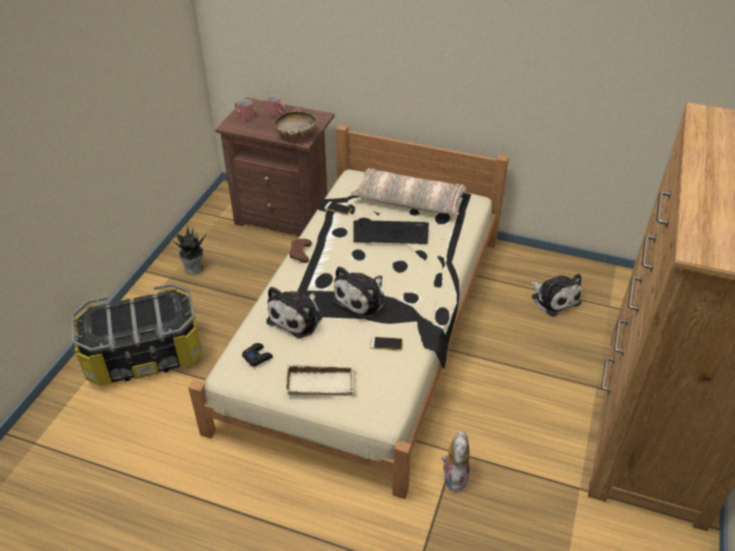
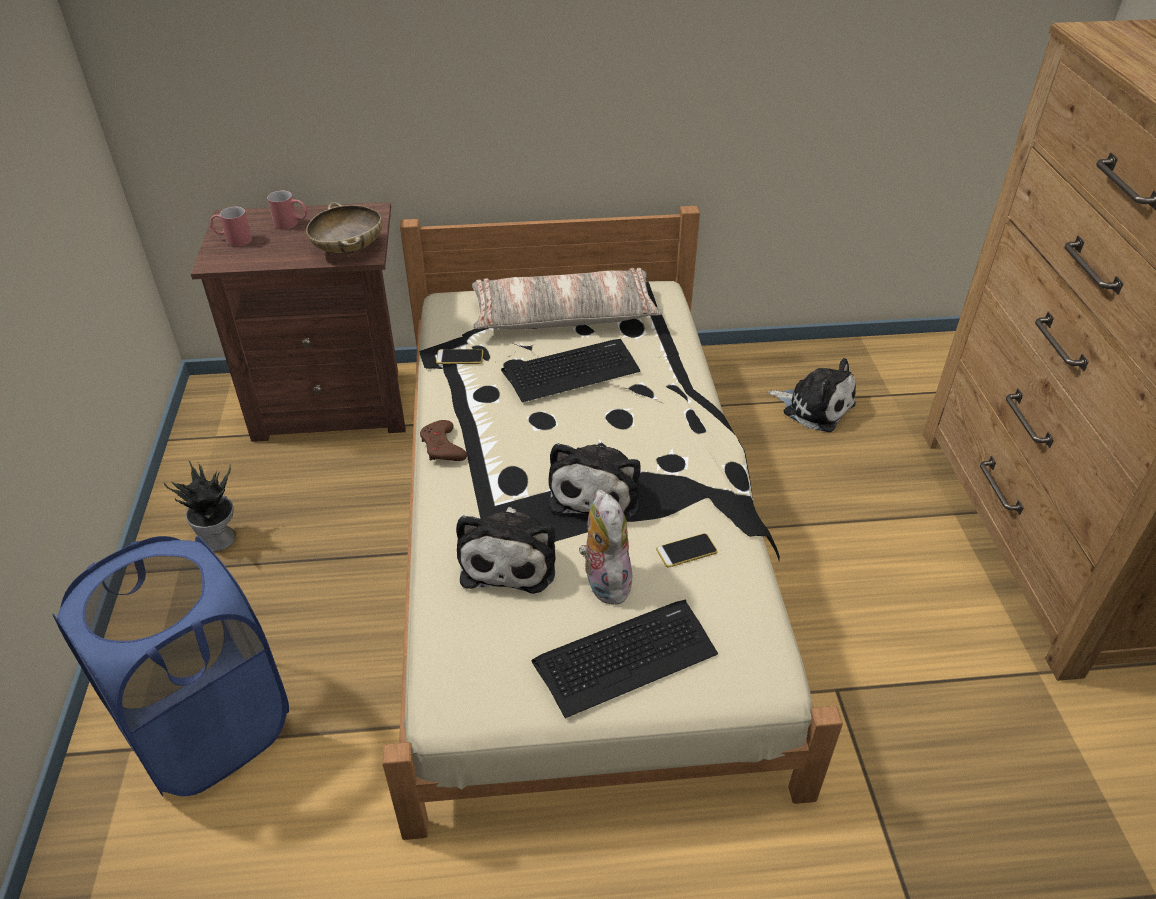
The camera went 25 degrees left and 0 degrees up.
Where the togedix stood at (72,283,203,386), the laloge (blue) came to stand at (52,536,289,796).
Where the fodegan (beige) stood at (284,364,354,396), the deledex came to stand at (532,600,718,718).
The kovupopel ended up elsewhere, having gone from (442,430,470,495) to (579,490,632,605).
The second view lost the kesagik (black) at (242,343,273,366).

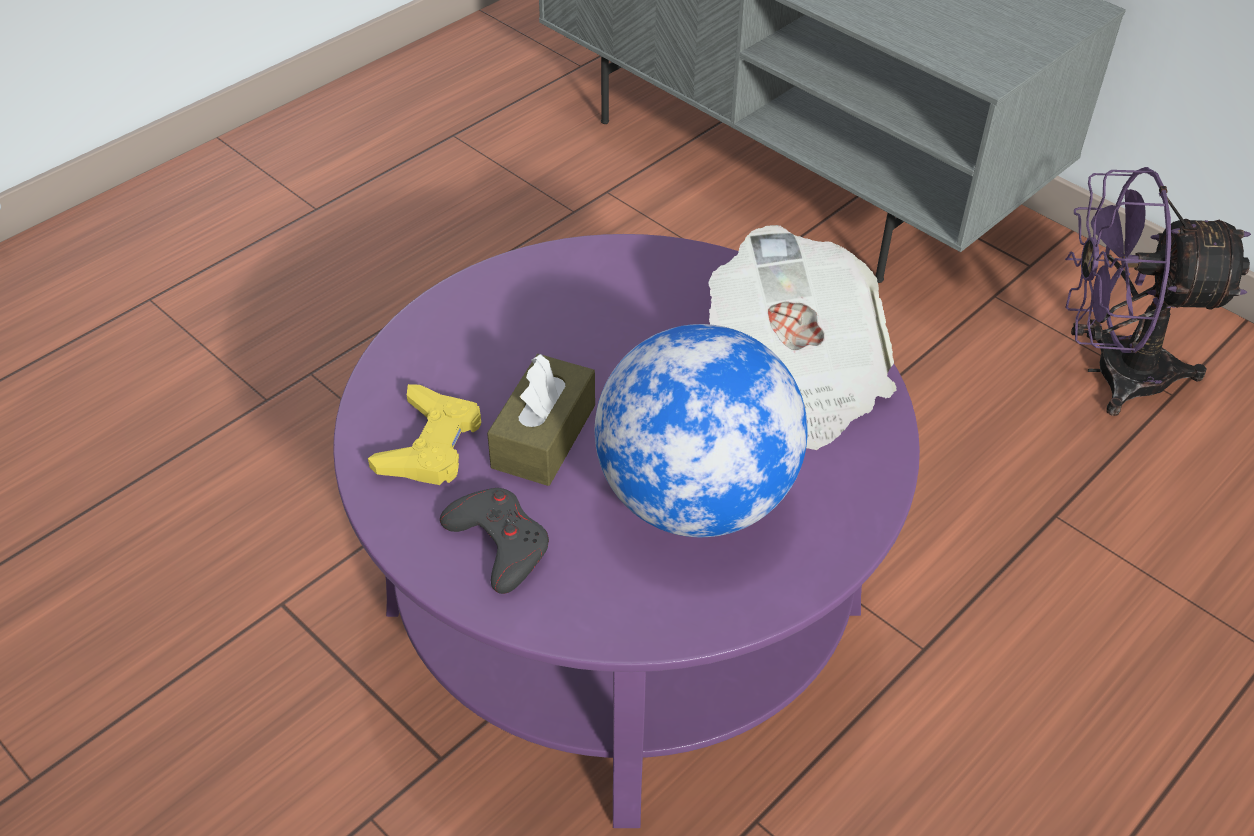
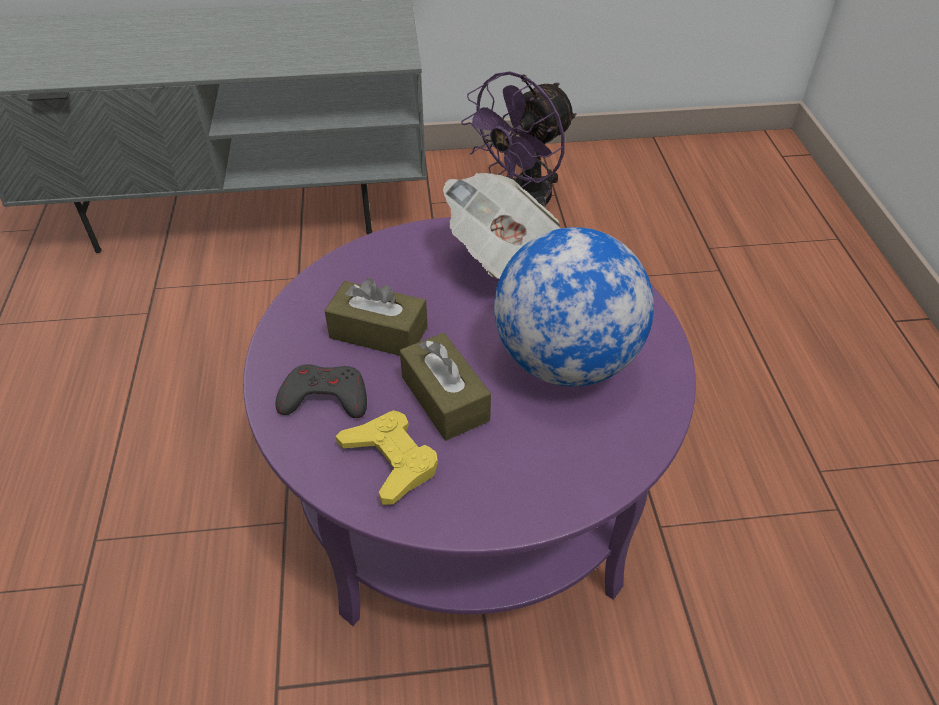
The camera went 50 degrees left and 0 degrees up.
The kesagik (grey) ended up elsewhere, having gone from (440,488,549,594) to (276,364,367,418).
The second view gained the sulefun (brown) at (324,278,428,356).

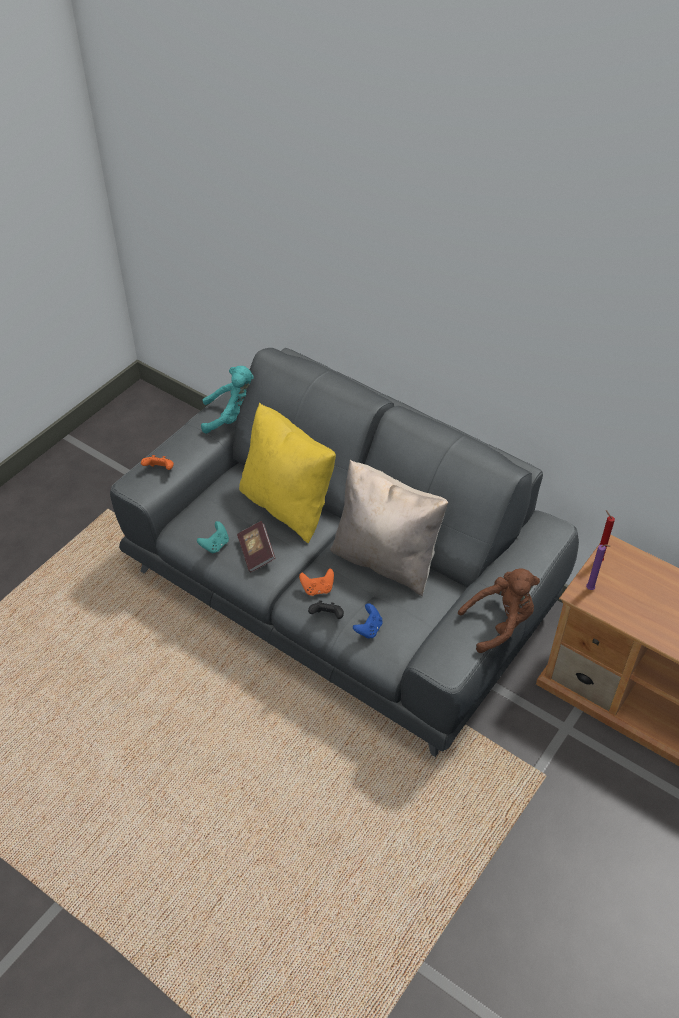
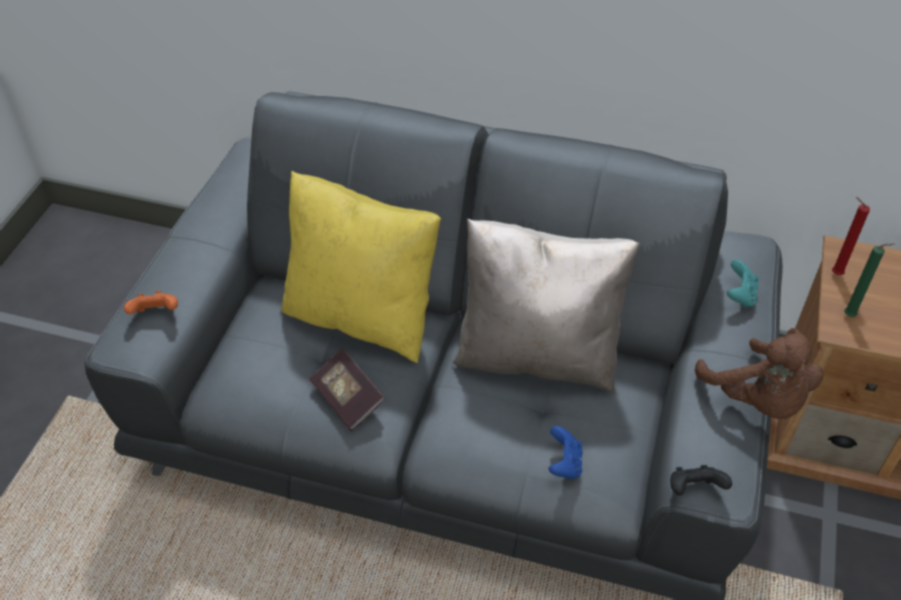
The camera went 20 degrees left and 0 degrees up.
The kesagik (black) ended up elsewhere, having gone from (308,600,344,619) to (670,465,732,495).
The kovupopel (brown) at (458,568,540,653) ended up facing another way, 105 degrees clockwise from before.
The kesagik (turquoise) ended up elsewhere, having gone from (197,521,229,554) to (727,260,759,308).
What was the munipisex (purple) at (586,544,610,590) turned into the munipisex (green) at (844,243,895,317).
The second view lost the kovupopel (turquoise) at (201,366,254,434).
The second view lost the kesagik (orange) at (299,568,334,596).

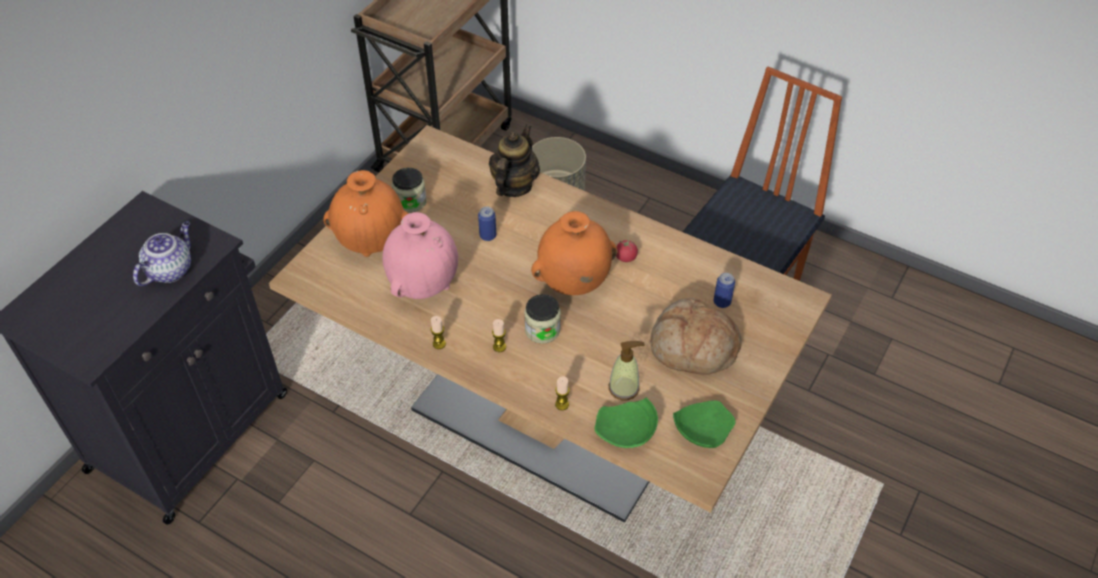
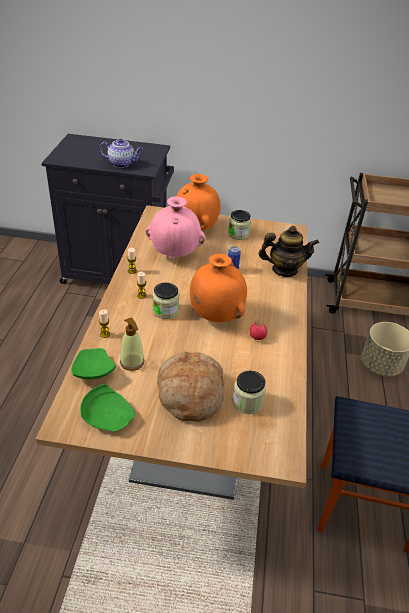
The camera went 65 degrees right and 10 degrees down.
Where the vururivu stood at (714,273,735,308), the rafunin came to stand at (232,371,266,414).

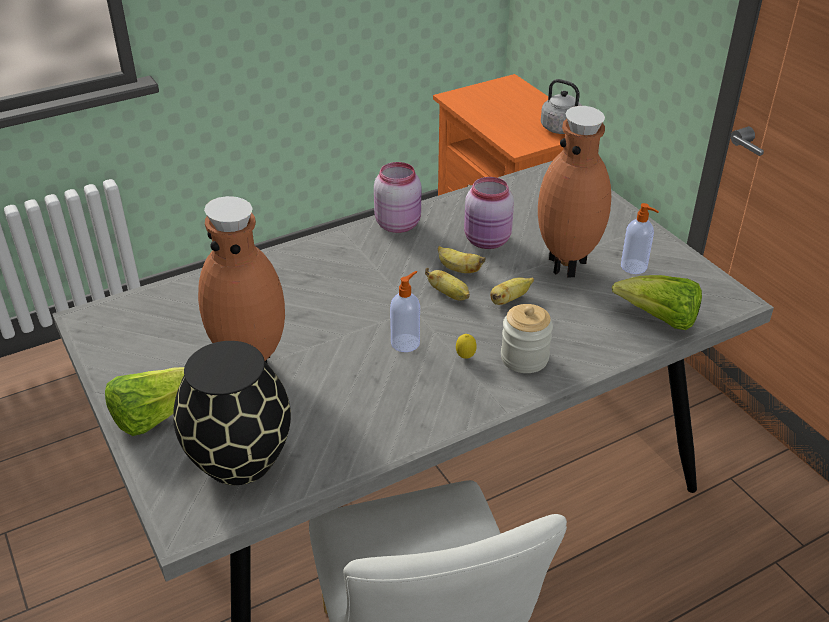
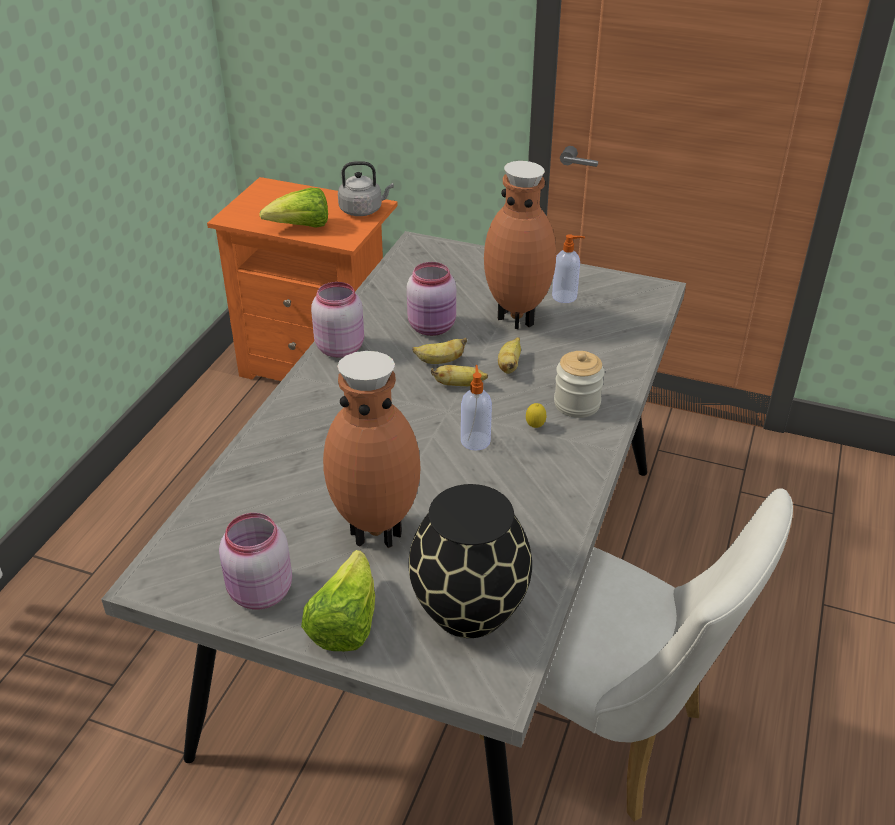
The camera went 40 degrees left and 0 degrees up.
The second view gained the rafunin (pink) at (219,513,292,609).
The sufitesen ended up elsewhere, having gone from (612,275,702,330) to (259,188,328,228).

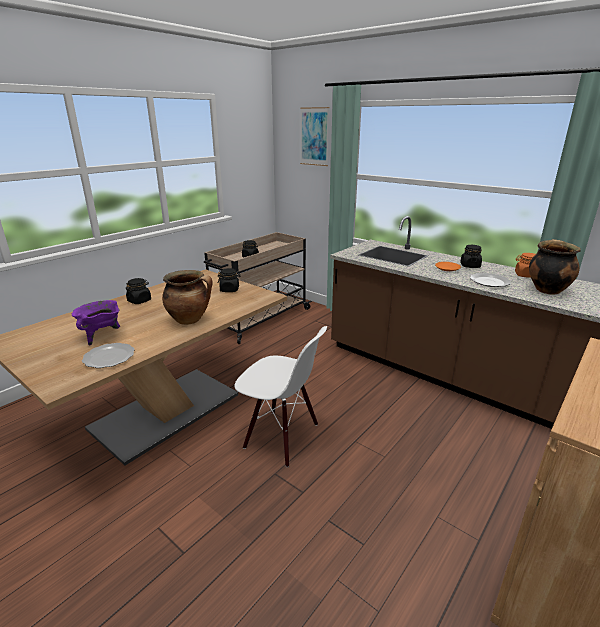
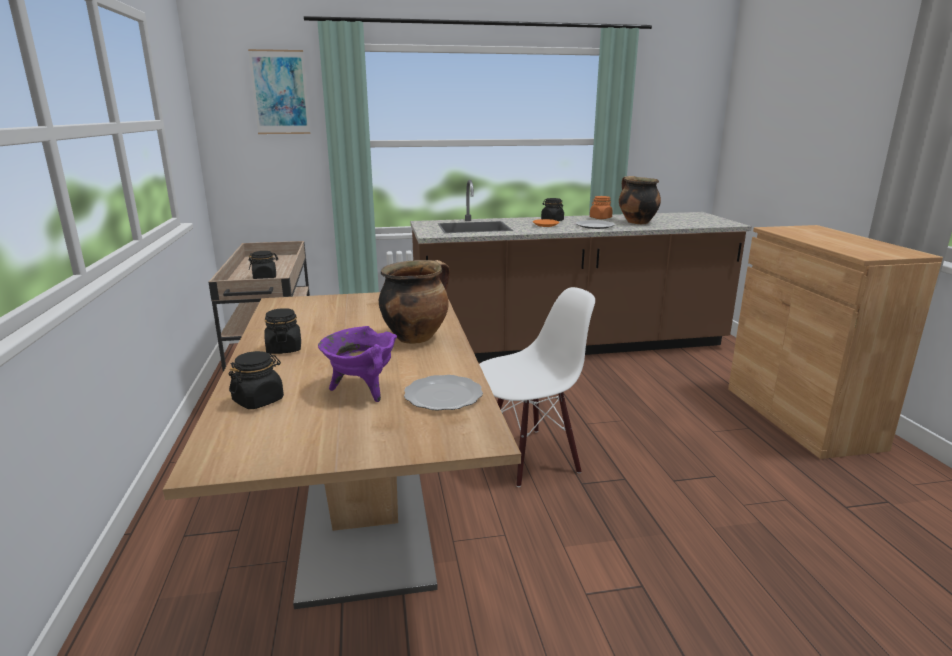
The camera went 50 degrees left and 5 degrees down.
The rafunin (black) ended up elsewhere, having gone from (218,268,241,292) to (228,351,284,409).

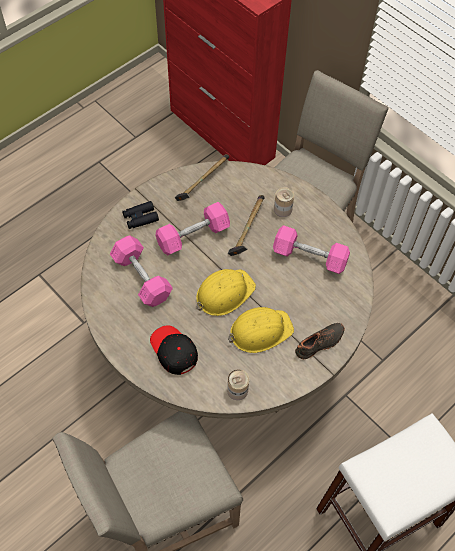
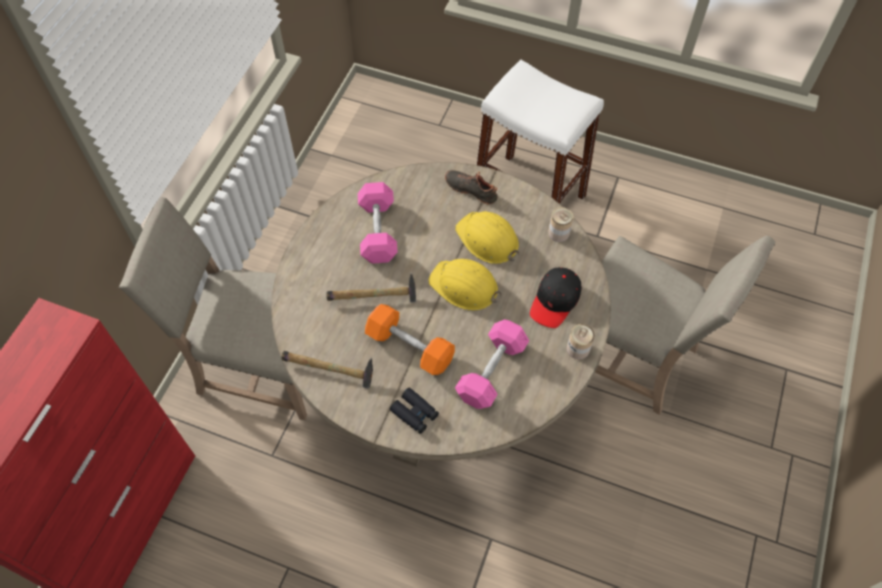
The camera went 115 degrees left and 0 degrees up.
What was the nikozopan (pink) at (155,202,230,255) turned into the nikozopan (orange) at (365,304,455,375).
The vururivu ended up elsewhere, having gone from (274,187,294,217) to (567,324,595,359).

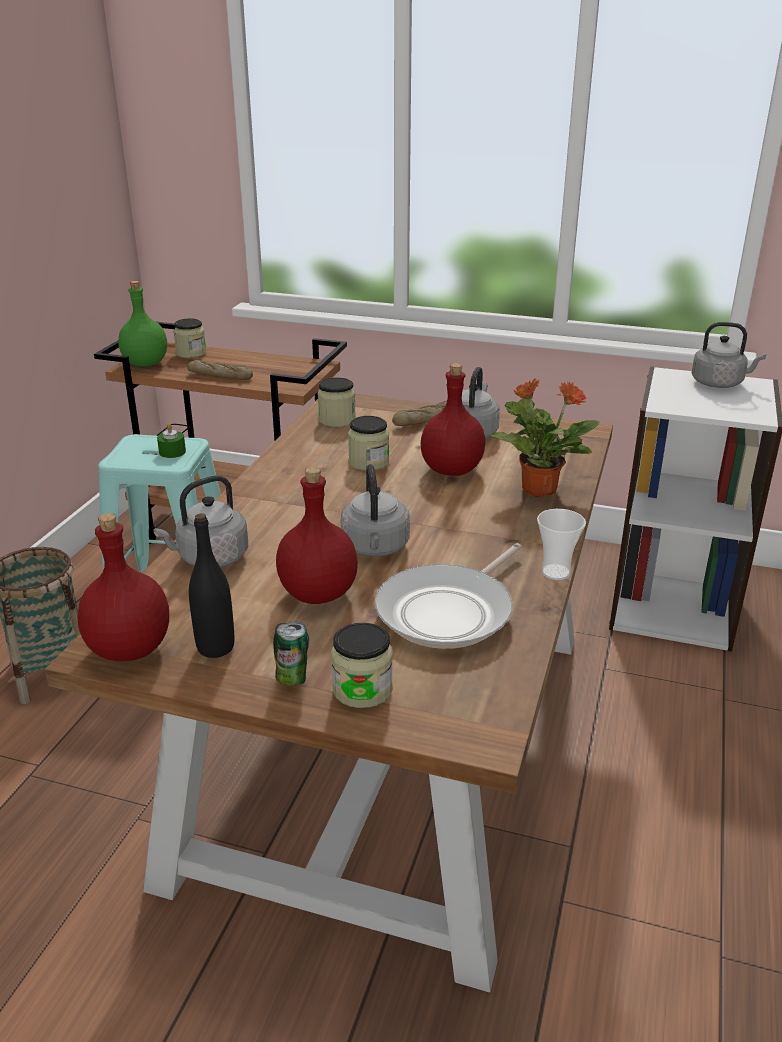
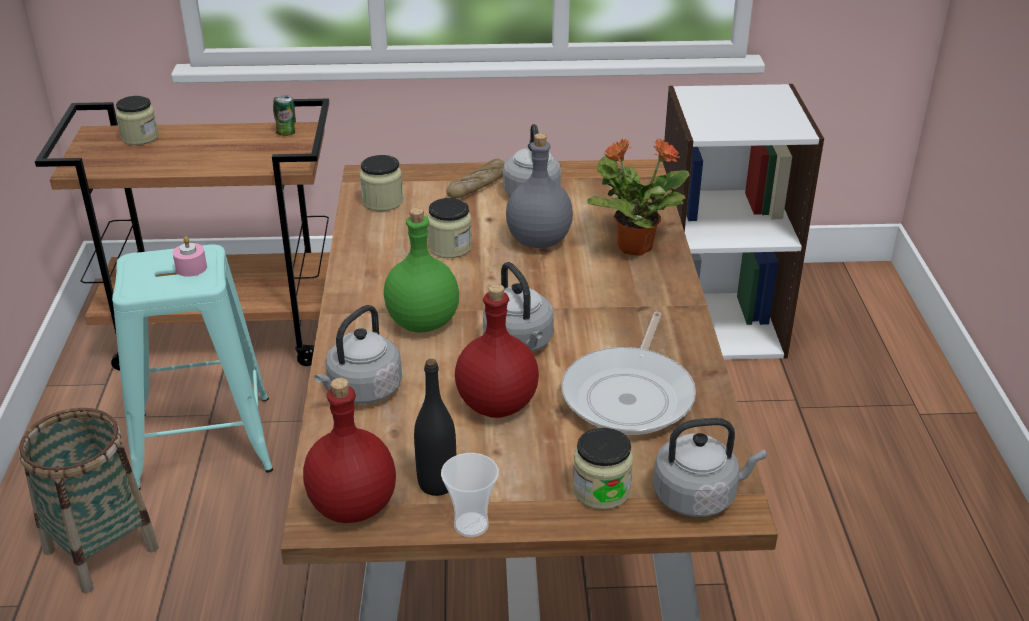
The camera went 20 degrees left and 5 degrees up.
What was the munipisex (green) at (157,423,186,458) turned into the munipisex (pink) at (173,237,207,277).
The vururivu ended up elsewhere, having gone from (273,622,309,686) to (273,96,295,136).
The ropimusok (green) ended up elsewhere, having gone from (118,281,167,367) to (384,208,459,333).
The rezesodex ended up elsewhere, having gone from (537,509,586,580) to (441,453,499,537).
What was the ropimusok (red) at (421,363,486,476) turned into the ropimusok (grey) at (506,133,573,248).
The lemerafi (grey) ended up elsewhere, having gone from (692,322,766,388) to (653,418,766,517).
The second view lost the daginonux at (187,360,253,380).

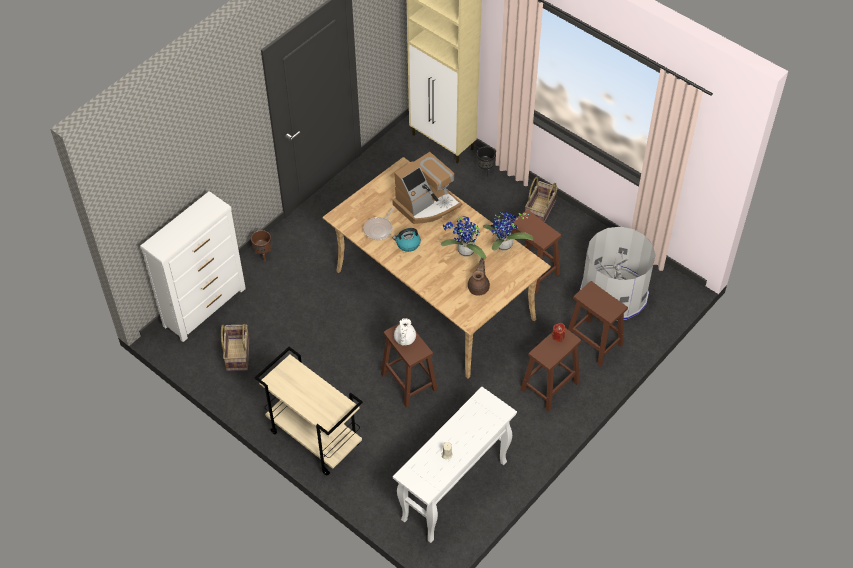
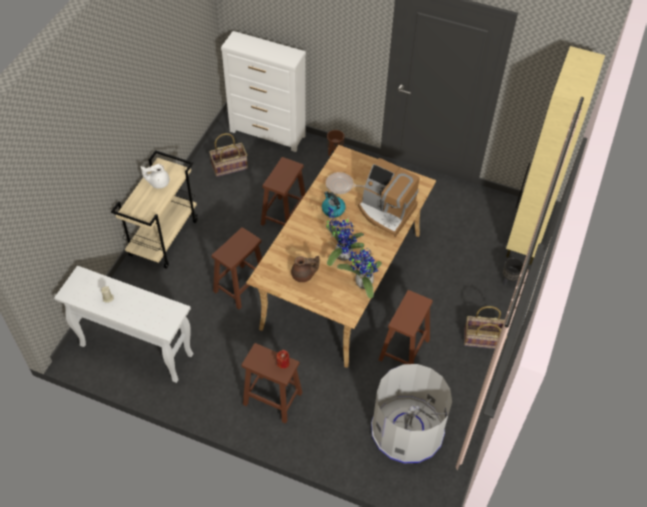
The camera went 70 degrees right and 0 degrees up.
The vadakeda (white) ended up elsewhere, having gone from (394,318,416,345) to (141,164,170,189).
The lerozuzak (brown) ended up elsewhere, having gone from (568,281,628,367) to (261,157,306,226).

